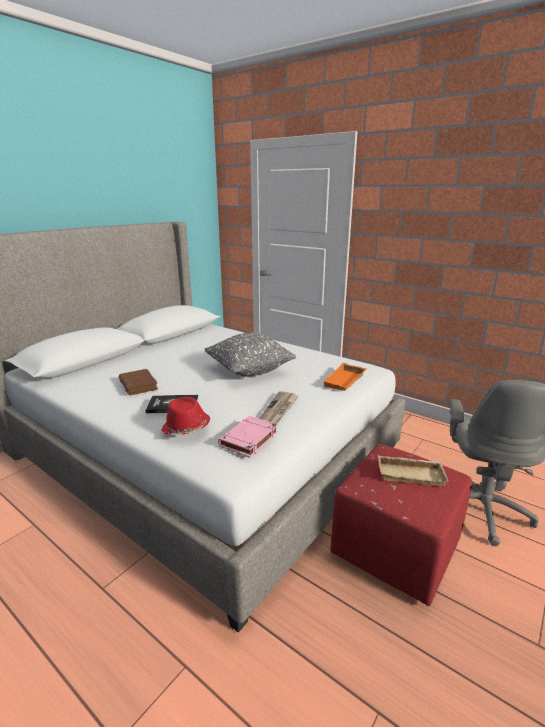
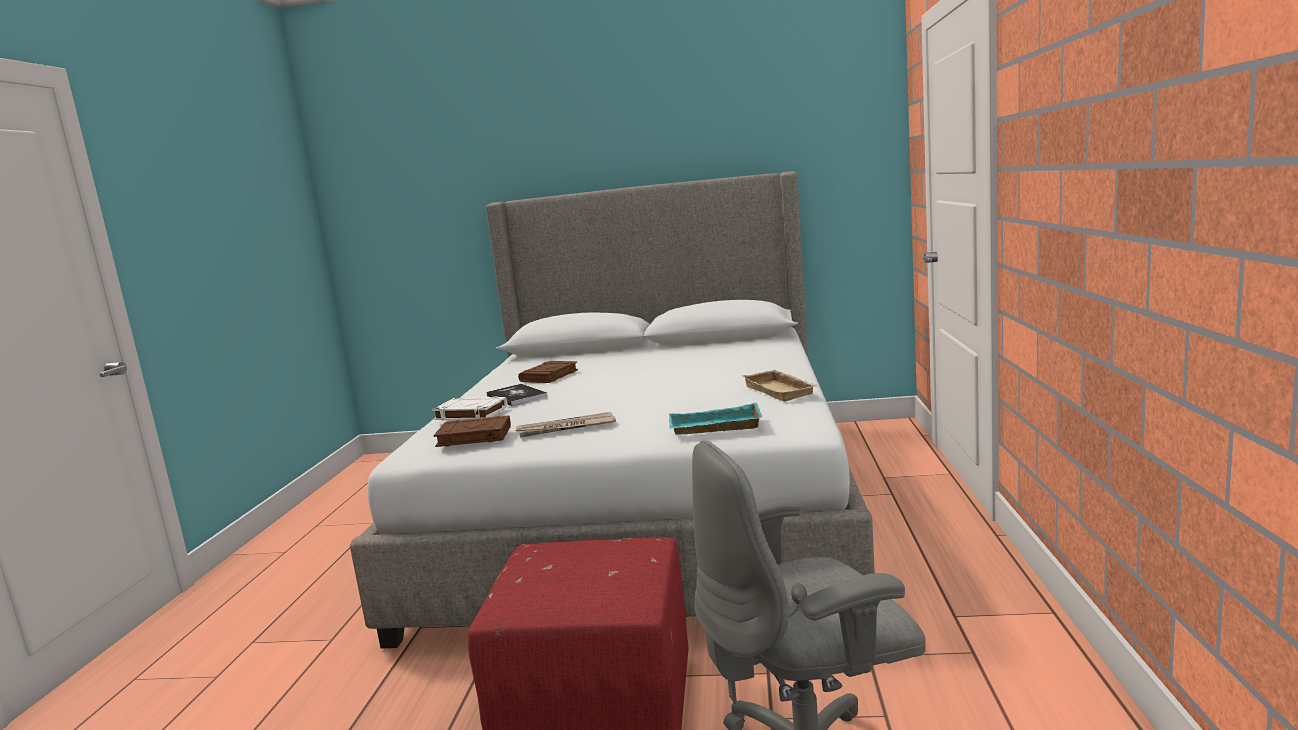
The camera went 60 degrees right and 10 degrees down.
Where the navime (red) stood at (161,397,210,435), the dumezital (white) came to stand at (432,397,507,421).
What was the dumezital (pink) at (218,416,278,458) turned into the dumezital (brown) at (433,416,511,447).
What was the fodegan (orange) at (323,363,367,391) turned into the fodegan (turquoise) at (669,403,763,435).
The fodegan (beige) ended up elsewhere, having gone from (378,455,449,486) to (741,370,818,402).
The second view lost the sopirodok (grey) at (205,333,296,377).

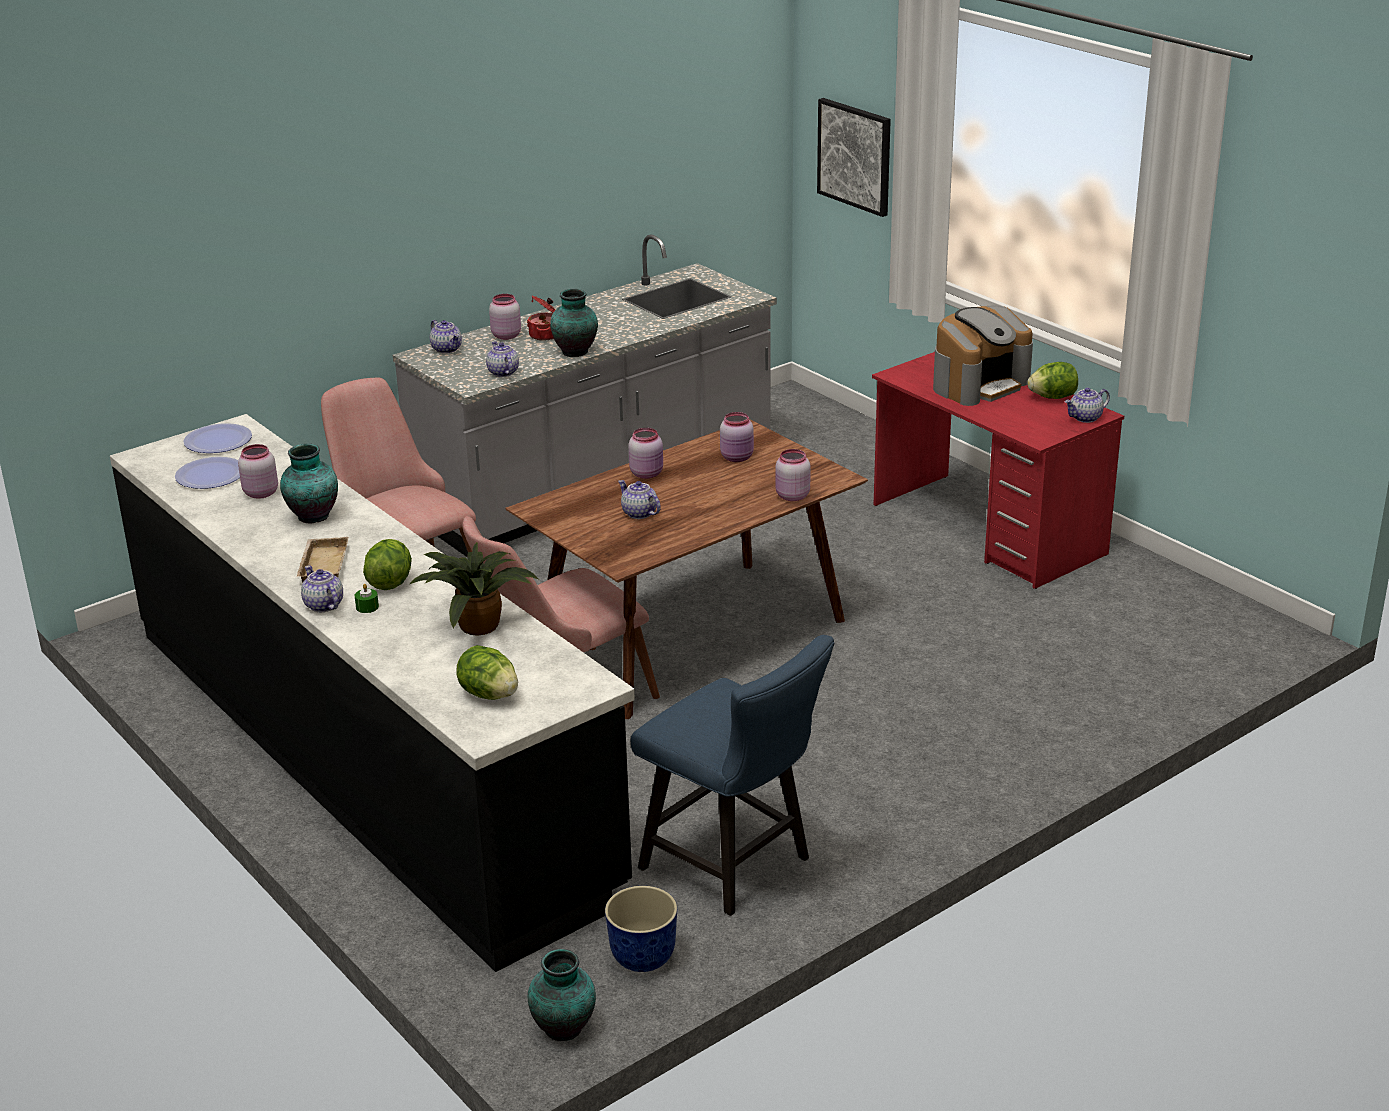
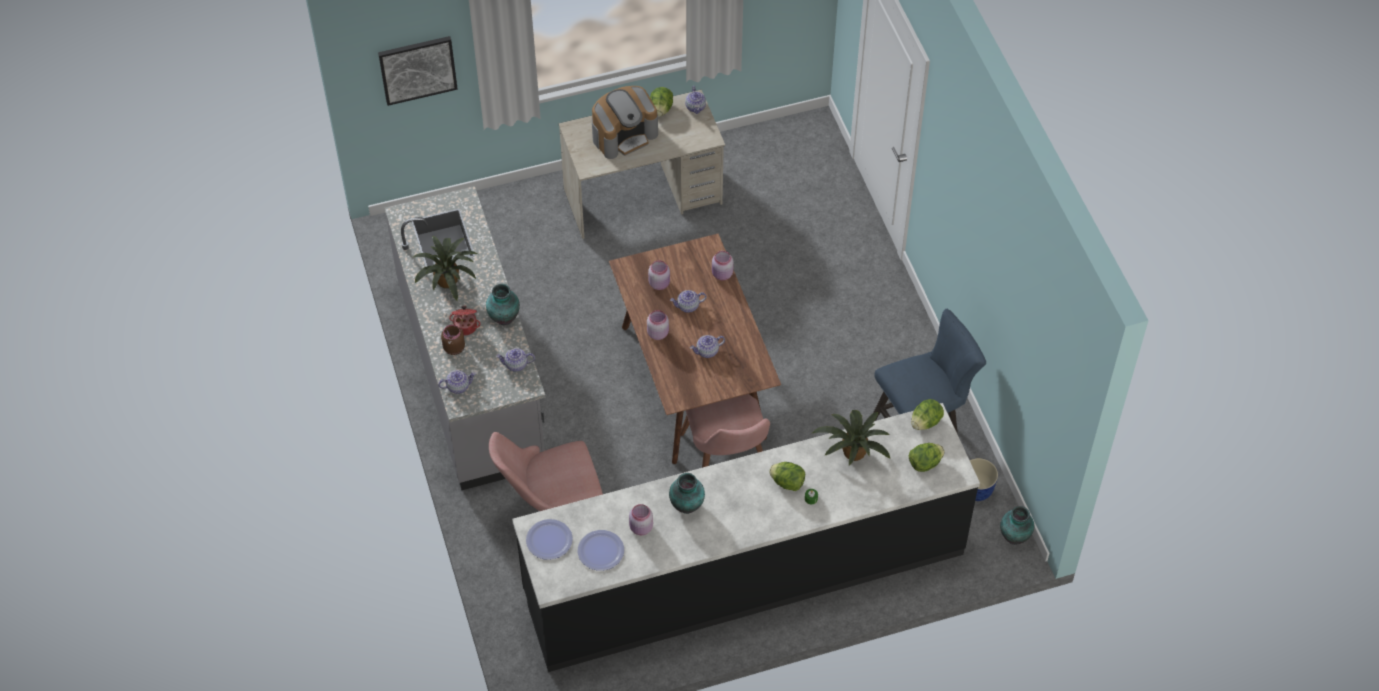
The camera went 70 degrees left and 25 degrees up.
The second view gained the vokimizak at (412,236,477,301).
What was the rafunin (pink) at (489,294,521,340) turned into the rafunin (brown) at (441,325,465,355).
What was the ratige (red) at (872,352,1124,589) turned into the ratige (beige) at (559,90,725,239).
The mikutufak at (933,306,1033,406) ended up facing another way, 75 degrees clockwise from before.
The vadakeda ended up elsewhere, having gone from (301,566,343,612) to (670,290,706,313).
The second view gained the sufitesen at (911,399,944,430).
The second view lost the fodegan (beige) at (296,537,348,583).

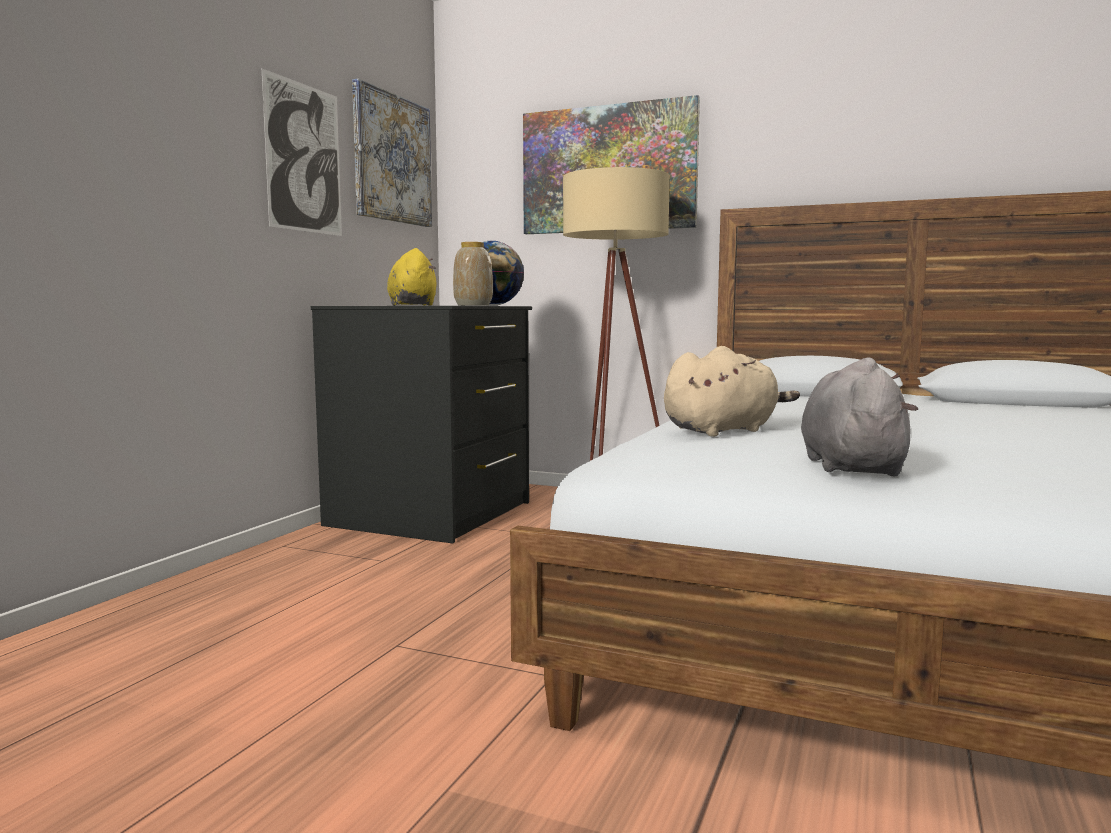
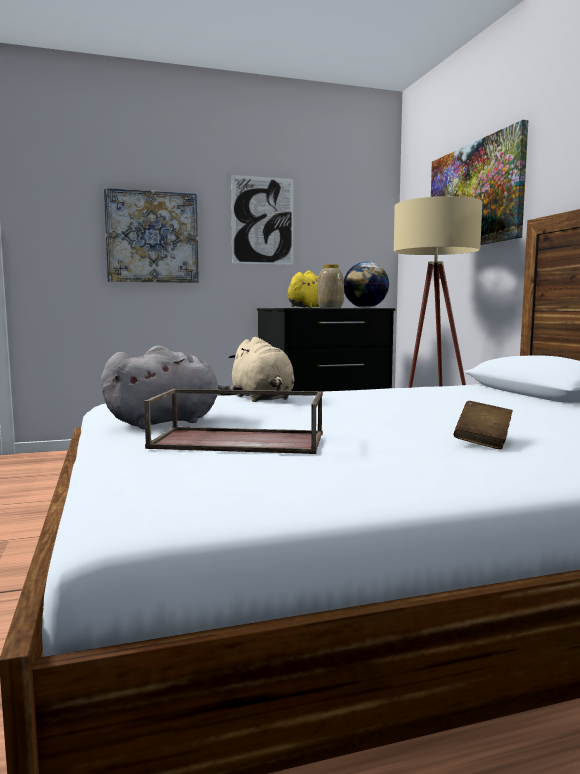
The camera went 50 degrees right and 0 degrees up.
The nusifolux ended up elsewhere, having gone from (352,79,432,227) to (104,188,199,283).
The second view gained the fodegan (brown) at (144,389,323,454).
The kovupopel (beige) at (664,346,800,437) ended up facing another way, 45 degrees clockwise from before.
The second view gained the dumezital (brown) at (454,401,513,450).

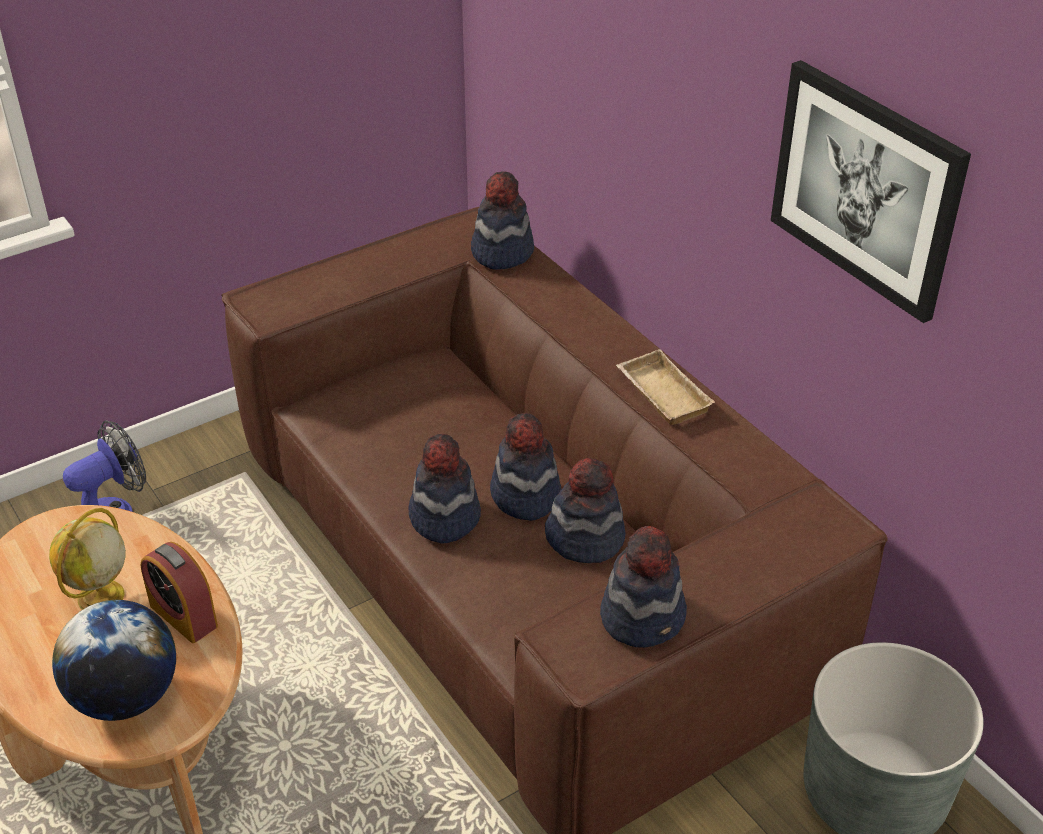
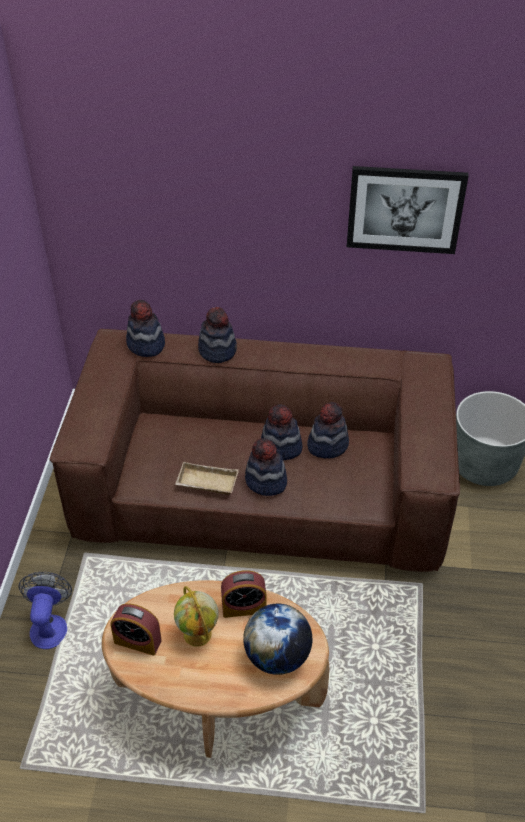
The camera went 50 degrees left and 5 degrees up.
The second view gained the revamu at (111,603,162,656).
The fodegan (beige) ended up elsewhere, having gone from (616,349,715,425) to (175,462,239,495).
The navime ended up elsewhere, having gone from (600,526,687,648) to (198,307,237,363).

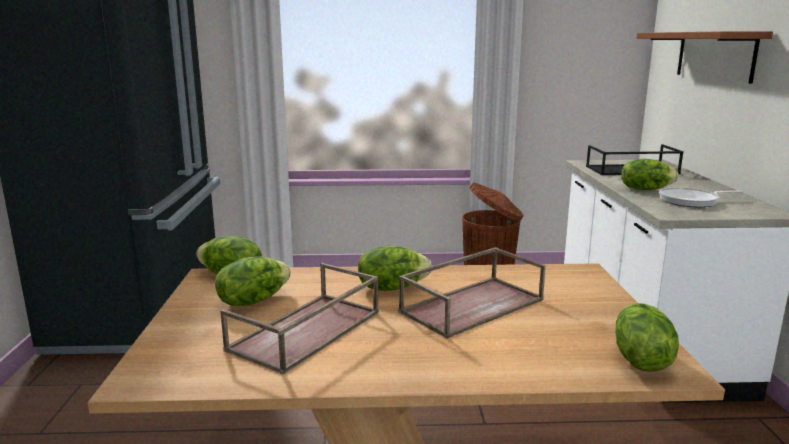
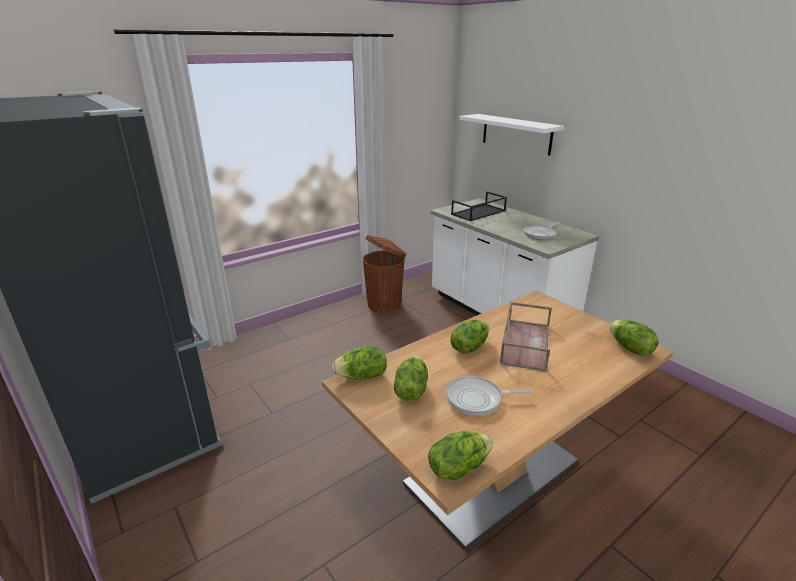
The camera went 35 degrees left and 10 degrees up.
The sufitesen ended up elsewhere, having gone from (621,159,678,190) to (428,431,493,480).
Where the fodegan (brown) stood at (220,263,379,375), the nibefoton came to stand at (446,376,532,416).
What was the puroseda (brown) at (637,31,773,84) turned into the puroseda (white) at (459,114,564,156).

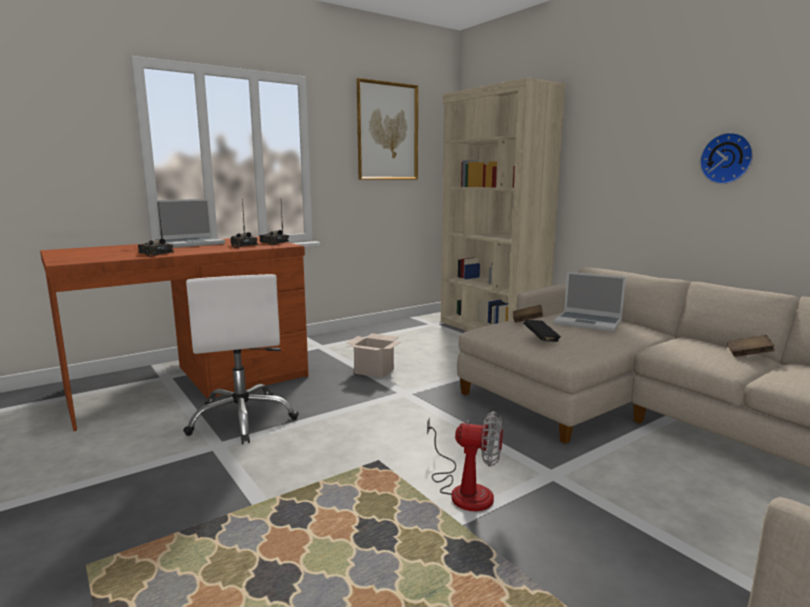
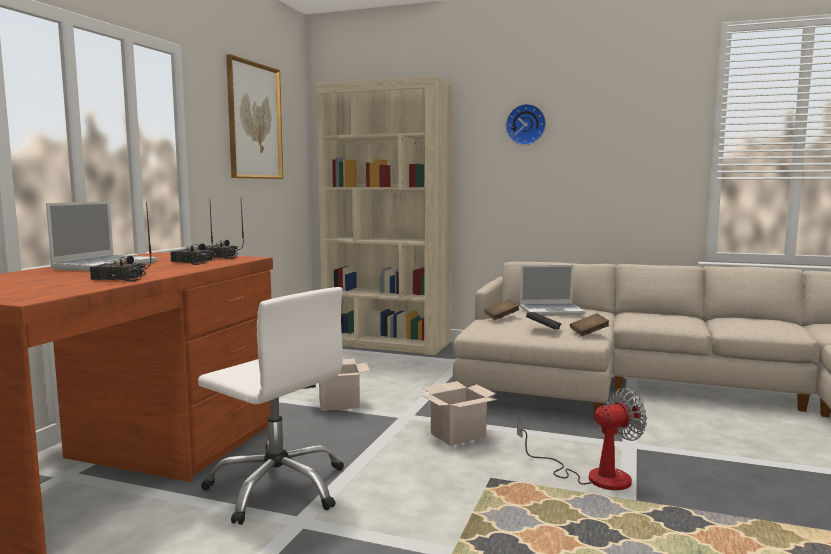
The camera went 35 degrees left and 5 degrees down.
The second view gained the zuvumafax at (421,381,497,446).
The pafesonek ended up elsewhere, having gone from (700,132,753,184) to (506,104,546,145).
The dumezital (brown) ended up elsewhere, having gone from (727,335,775,357) to (570,313,609,336).

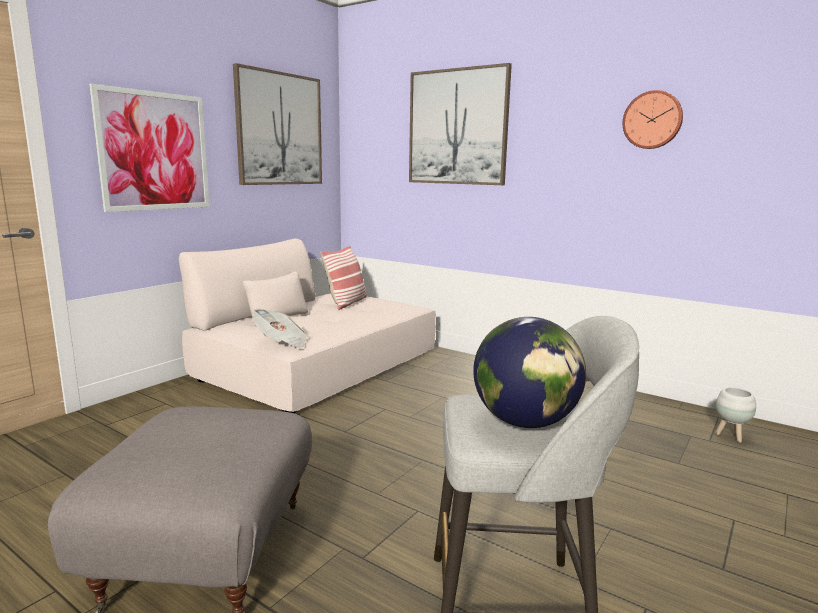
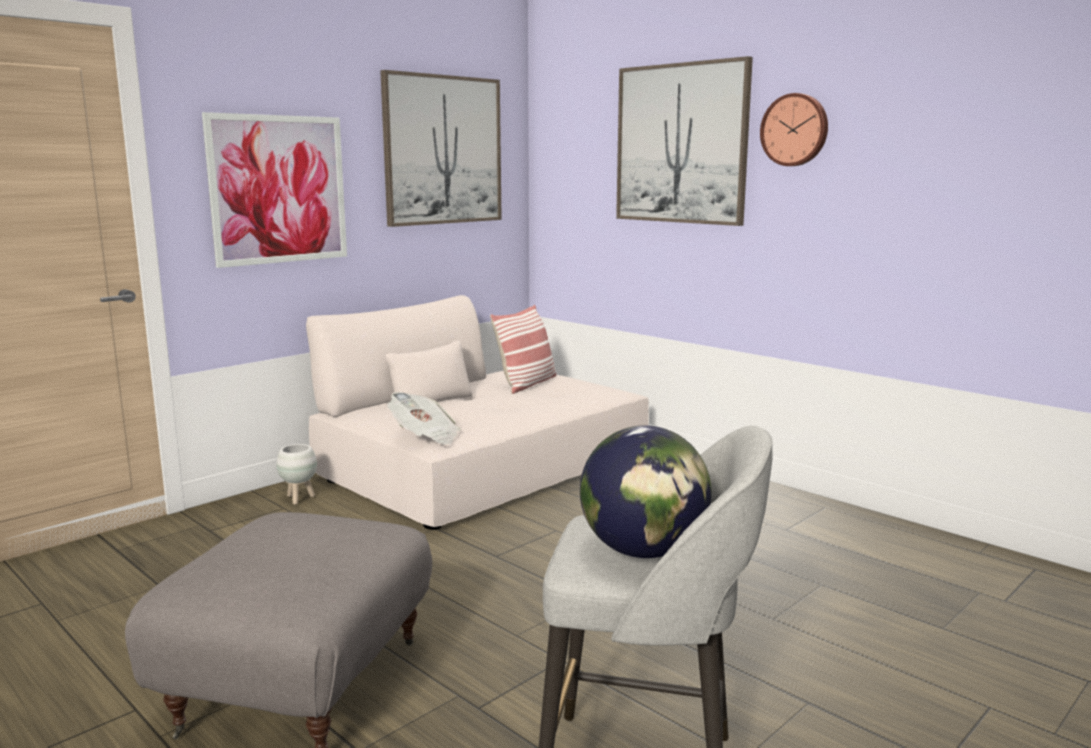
The camera went 10 degrees right and 0 degrees up.
The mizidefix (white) ended up elsewhere, having gone from (715,387,756,443) to (277,444,317,505).
The pafesonek ended up elsewhere, having gone from (623,90,683,149) to (760,93,828,166).

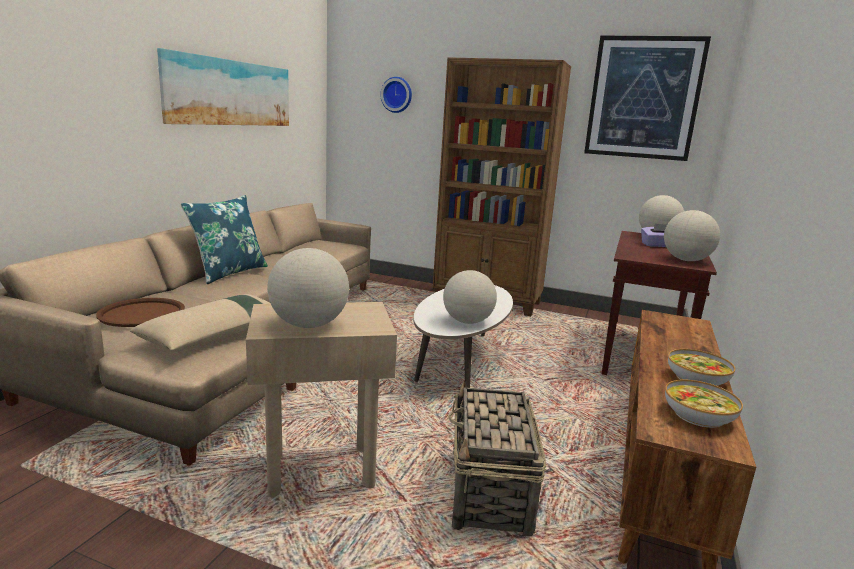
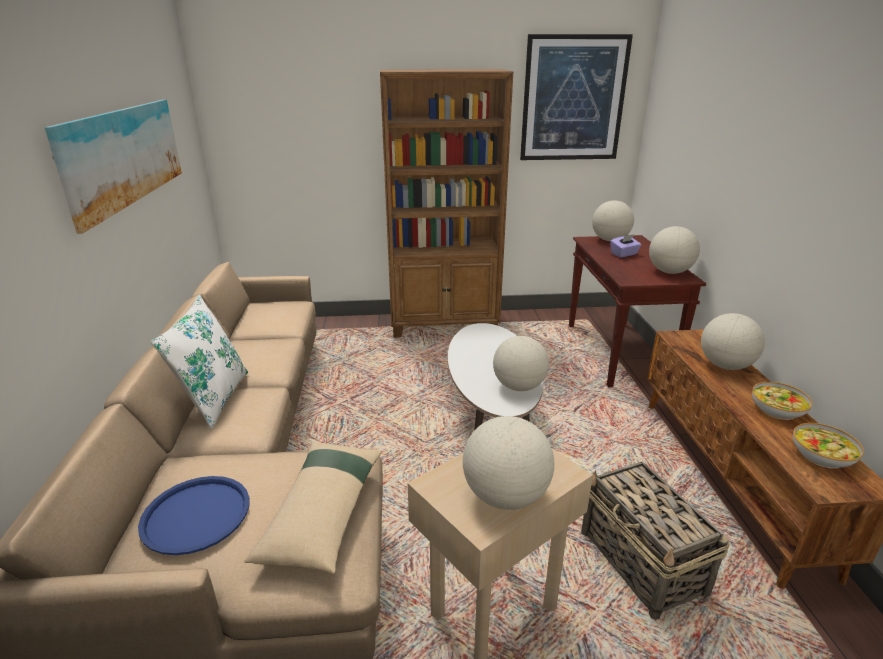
The camera went 25 degrees left and 10 degrees up.
What was the fodegan (brown) at (96,298,185,327) turned into the fodegan (blue) at (138,476,250,555).
What was the sopirodok (blue) at (181,195,268,284) turned into the sopirodok (white) at (151,295,248,429).
The second view gained the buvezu at (701,313,765,370).
The second view lost the pafesonek at (381,77,412,113).

